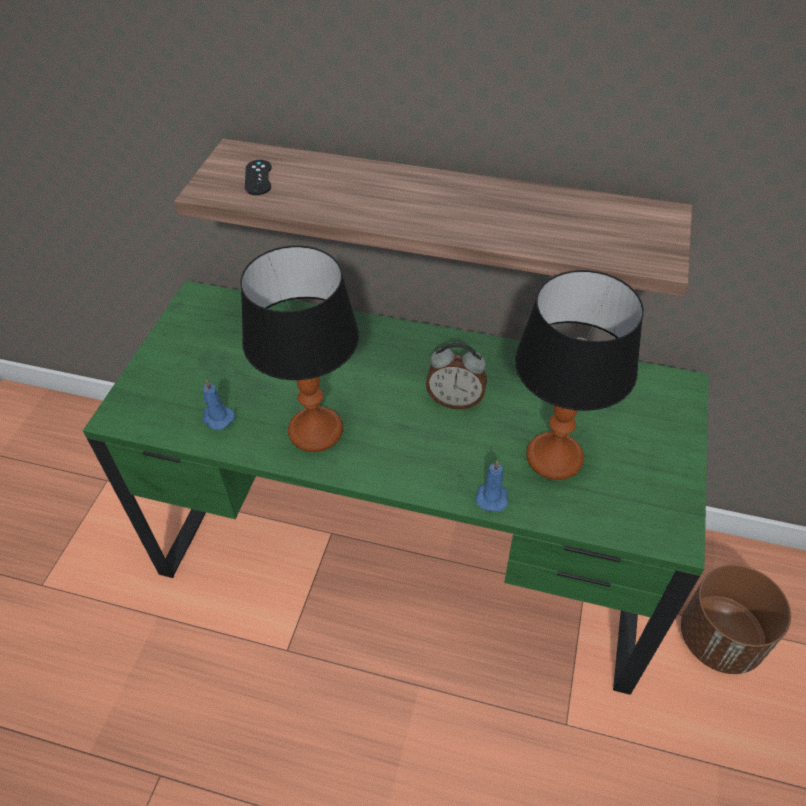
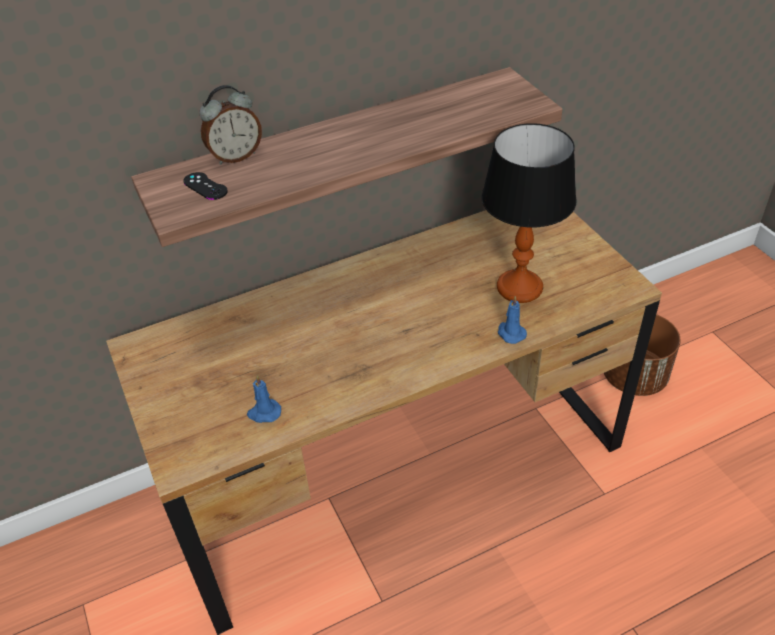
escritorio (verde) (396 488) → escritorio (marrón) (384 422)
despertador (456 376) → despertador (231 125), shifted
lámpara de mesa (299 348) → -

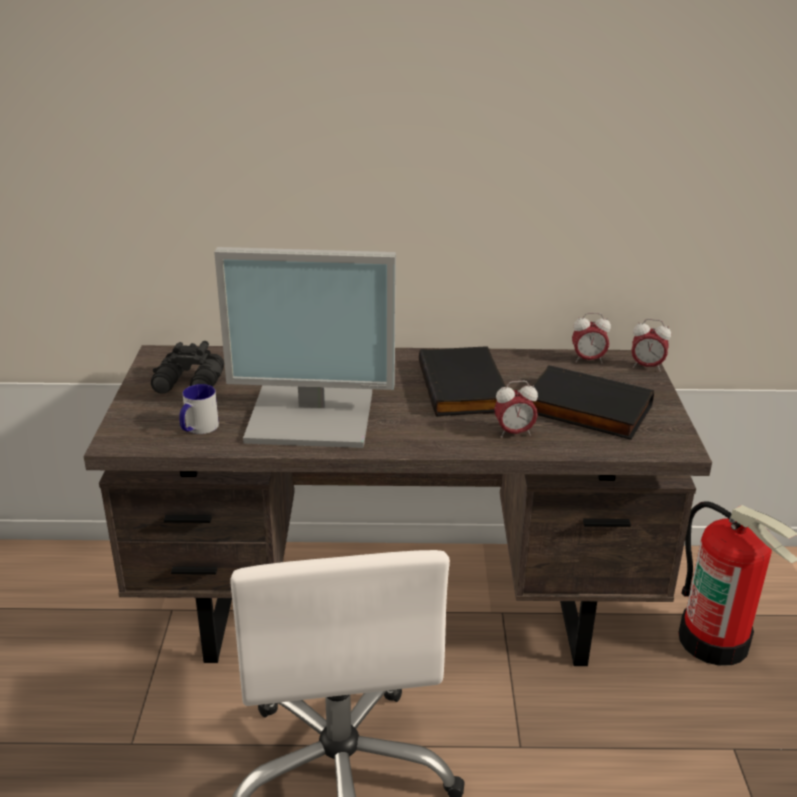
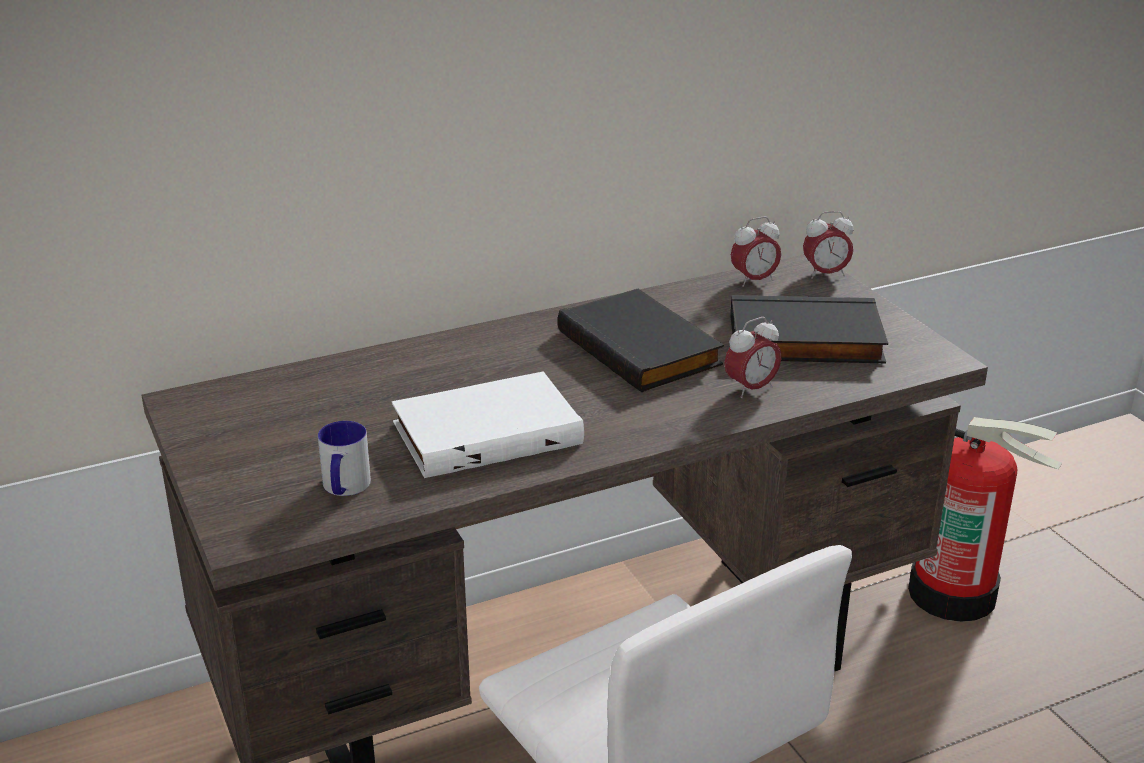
monitor (305 347) → libro (blanco) (488 424)
prismáticos (negro) (187 367) → -

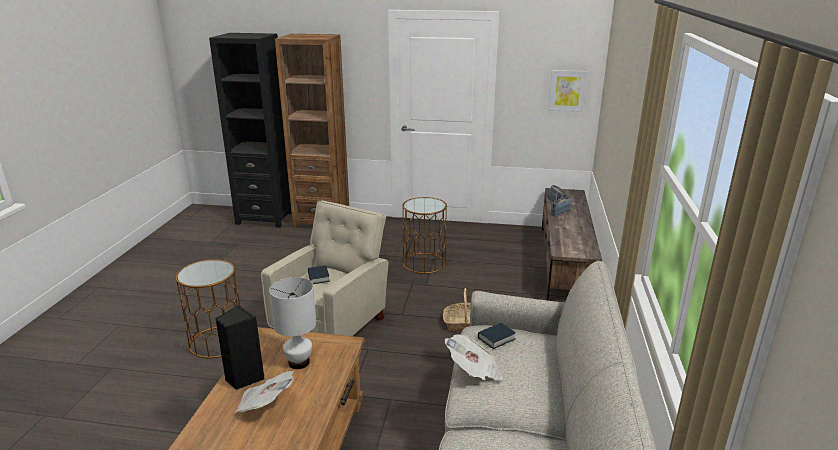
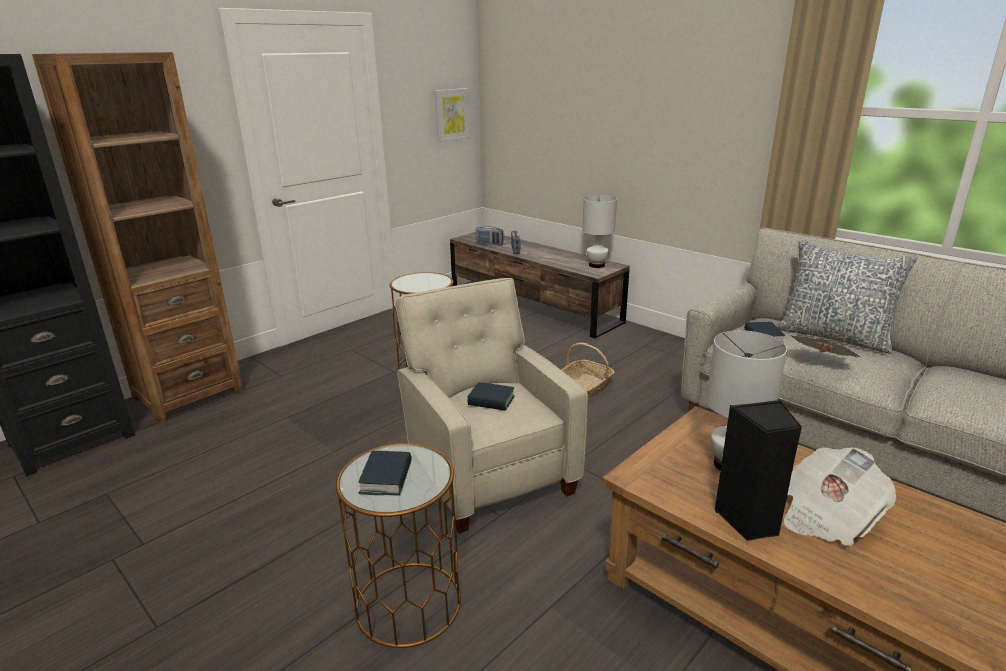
- → libro (385 473)
- → lámpara de mesa (blanco) (599 231)
- → cojín (847 296)

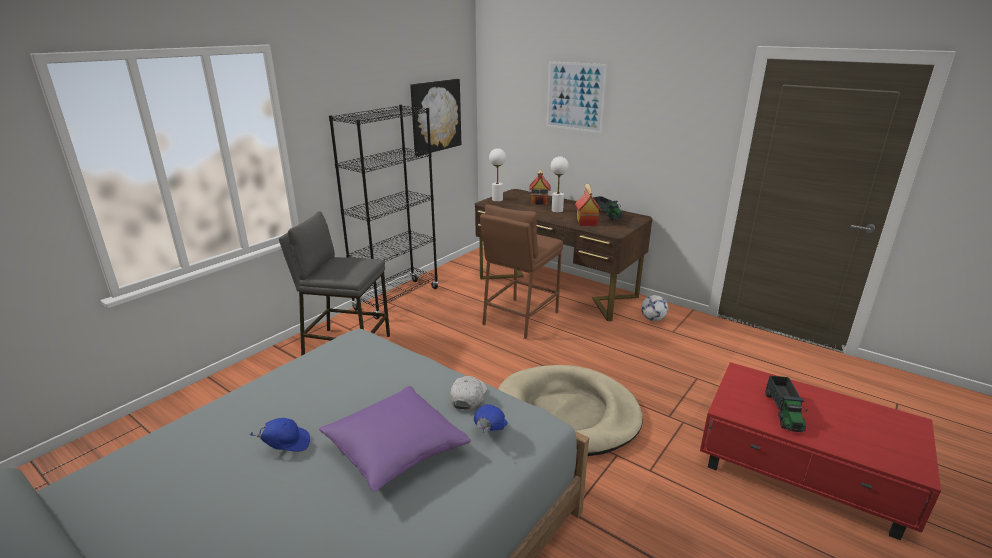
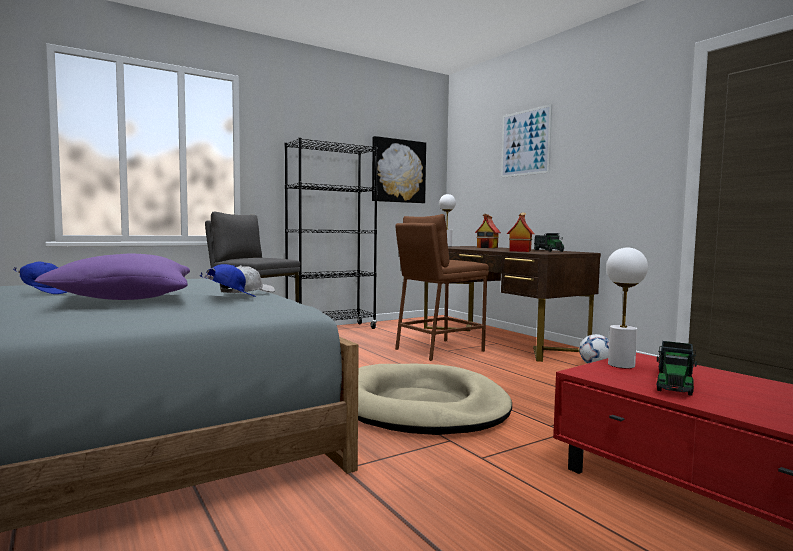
lámpara de mesa (blanco) (560 184) → lámpara de mesa (blanco) (627 308), shifted

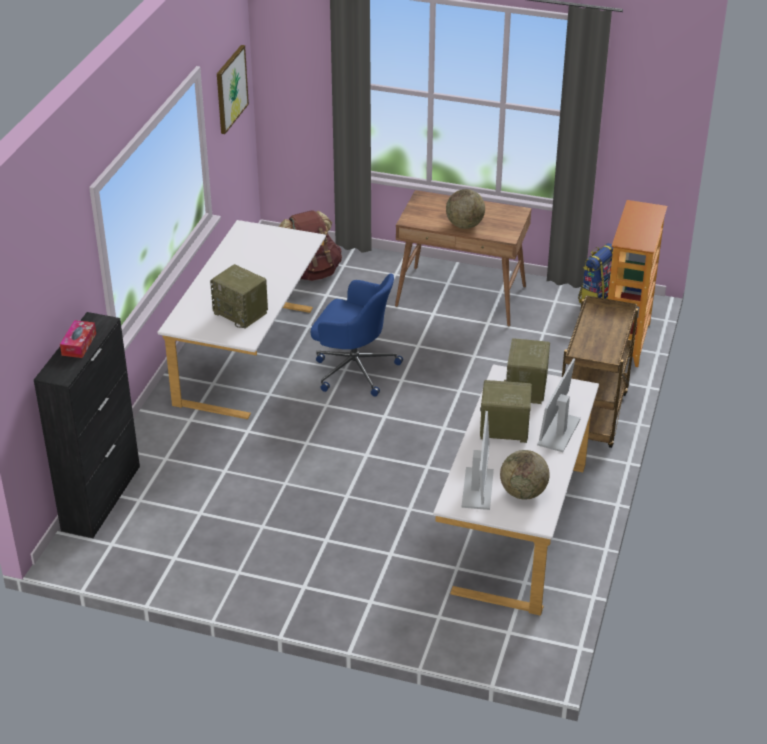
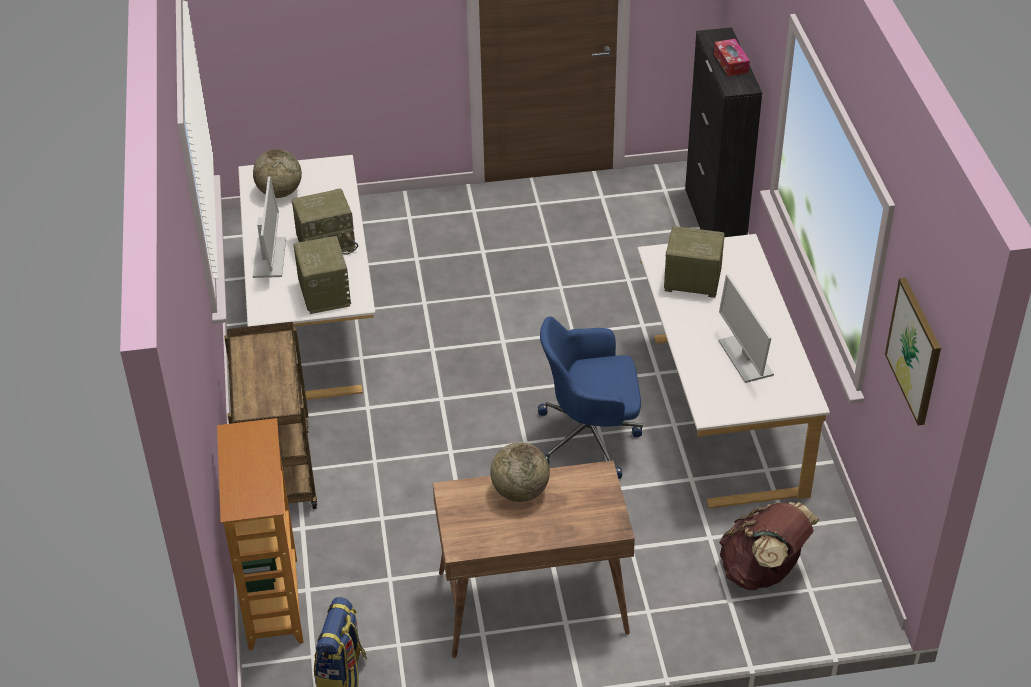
monitor (478 460) → monitor (746 328), shifted

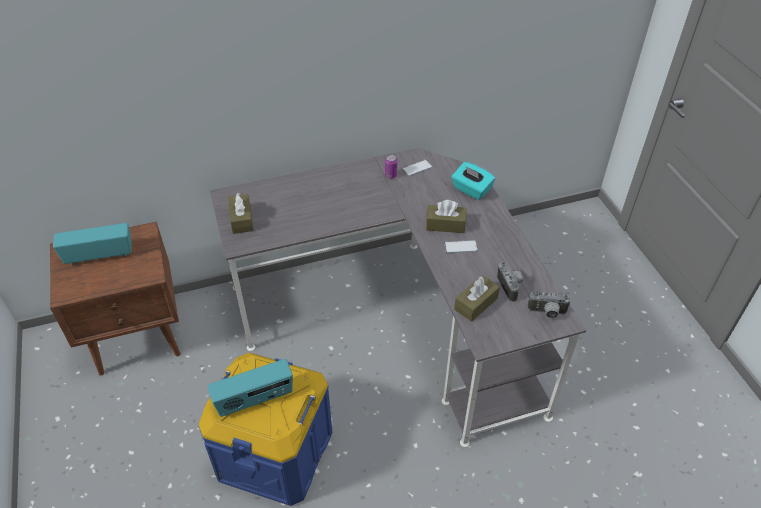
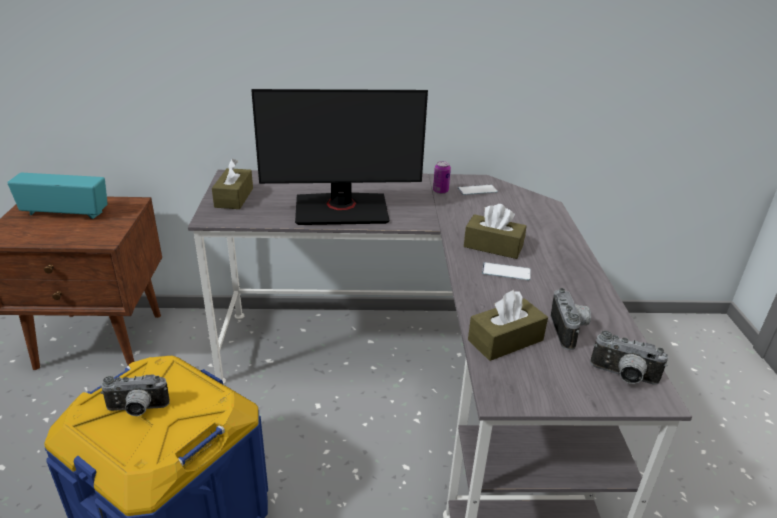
radio (250 388) → cámara (135 395)
- → monitor (339 157)
caja de pañuelos (turquesa) (473 181) → -

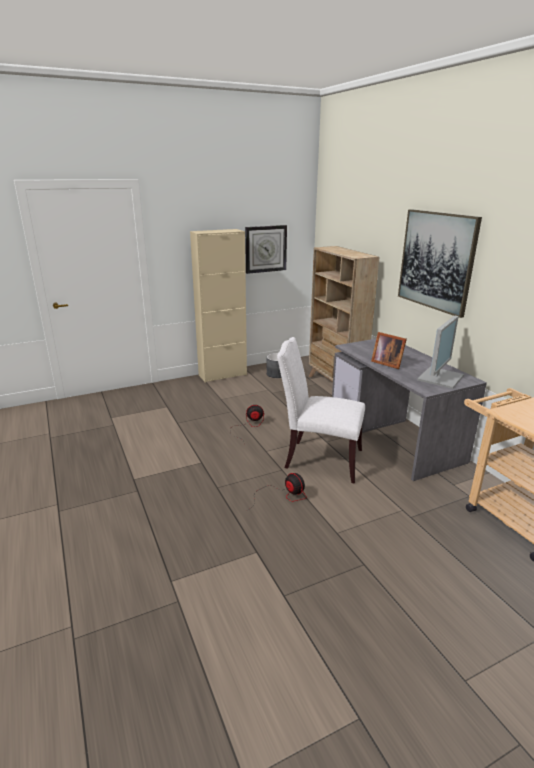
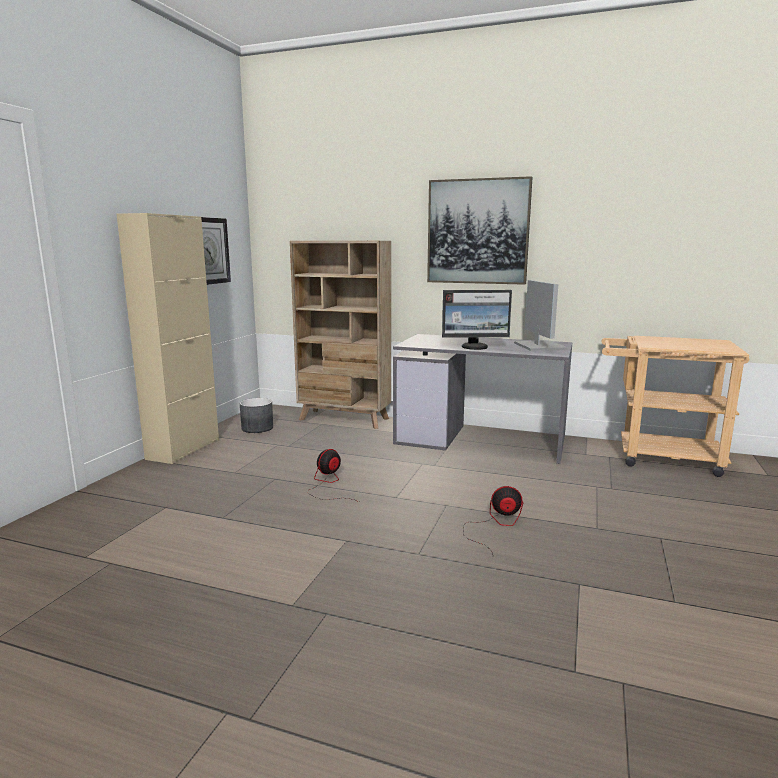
portarretratos (389 350) → monitor (477 320)
silla (blanco) (321 410) → -

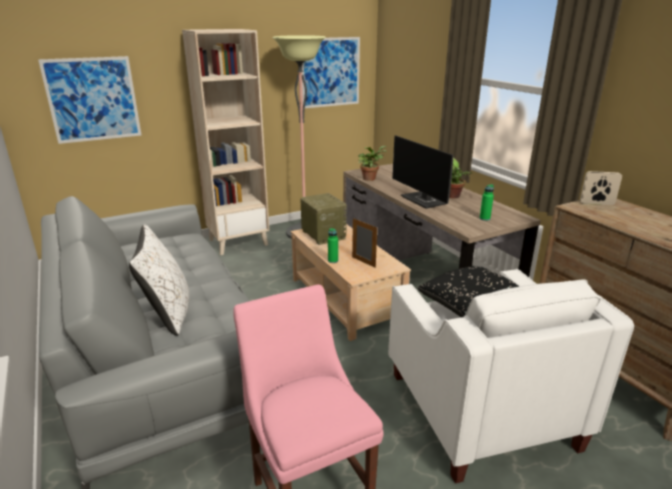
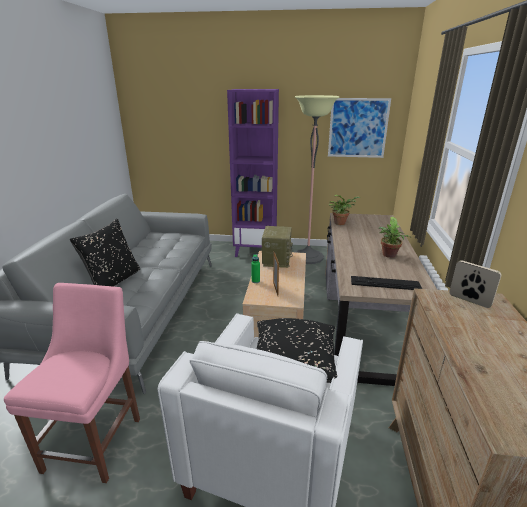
cojín (blanco) (159 280) → cojín (negro) (105 253)
estantería (beis) (226 142) → estantería (morado) (253 173)
botella (verde) (487 203) → teclado (386 283)
cuadro (90 100) → -
monitor (422 172) → -

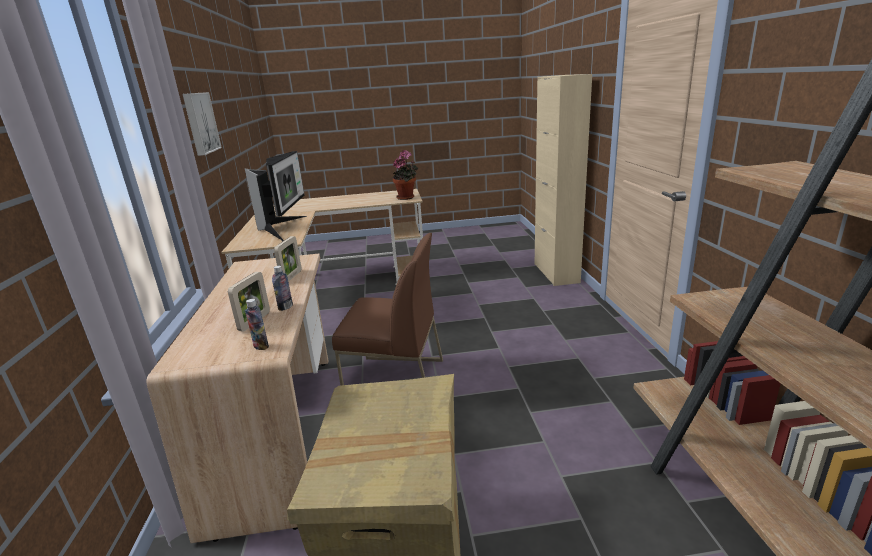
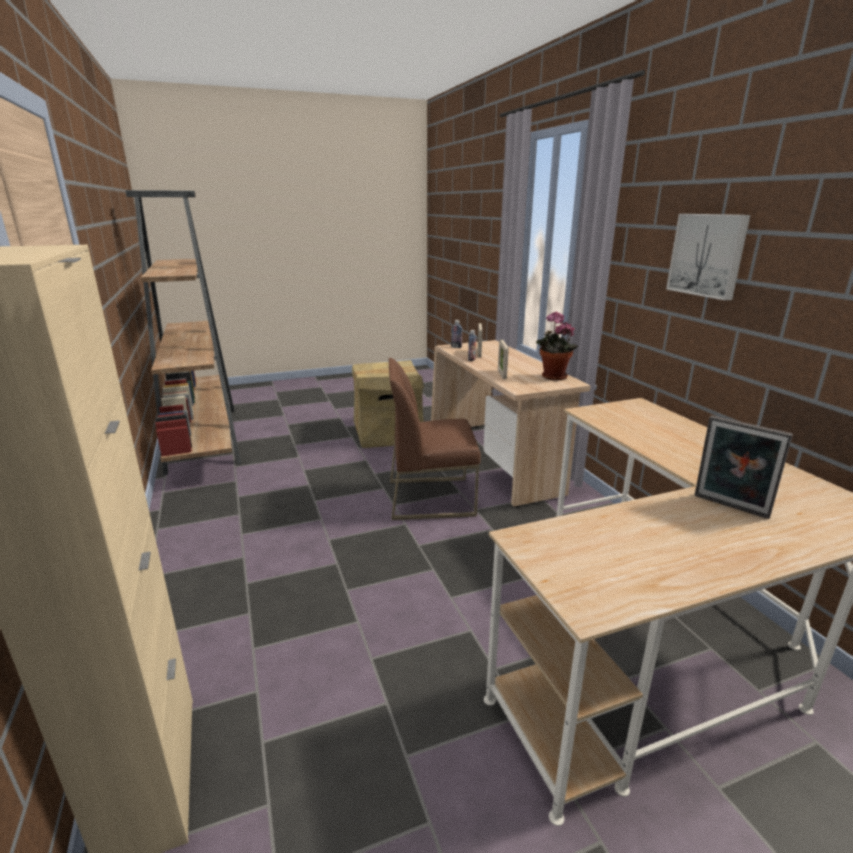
planta en maceta (405 175) → planta en maceta (557 346), shifted
- → portarretratos (744 467)
monitor (276 196) → -

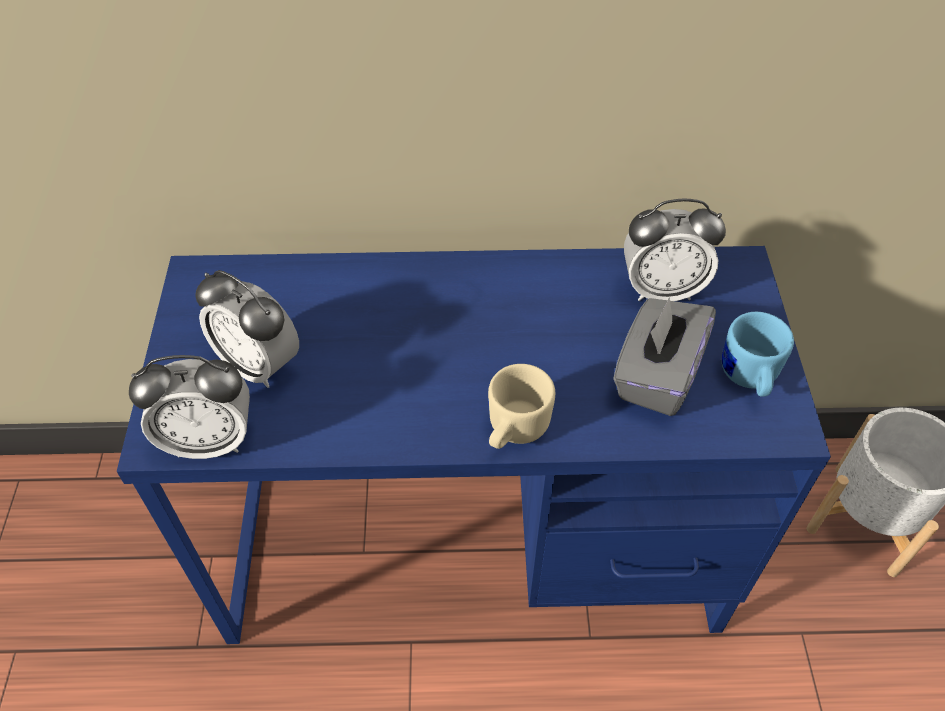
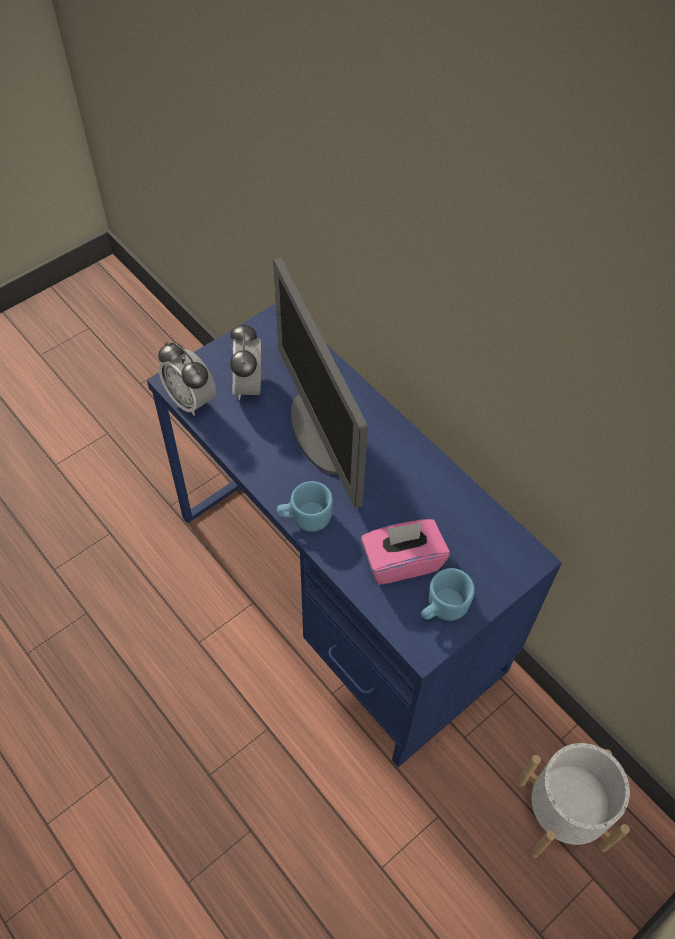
- → monitor (320 383)
taza grande (beis) (521 406) → taza grande (azul) (305 506)
caja de pañuelos (gris) (664 356) → caja de pañuelos (rosa) (405 552)
despertador (675 249) → -

